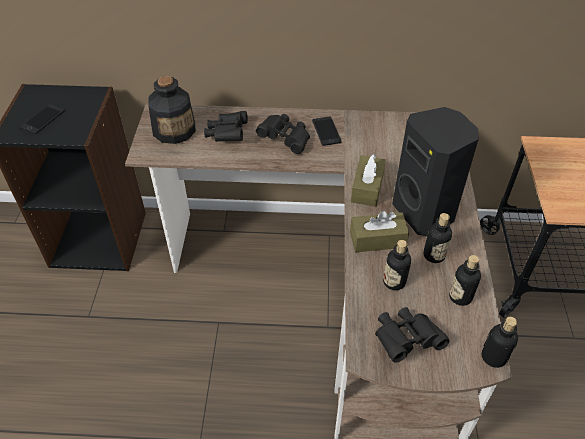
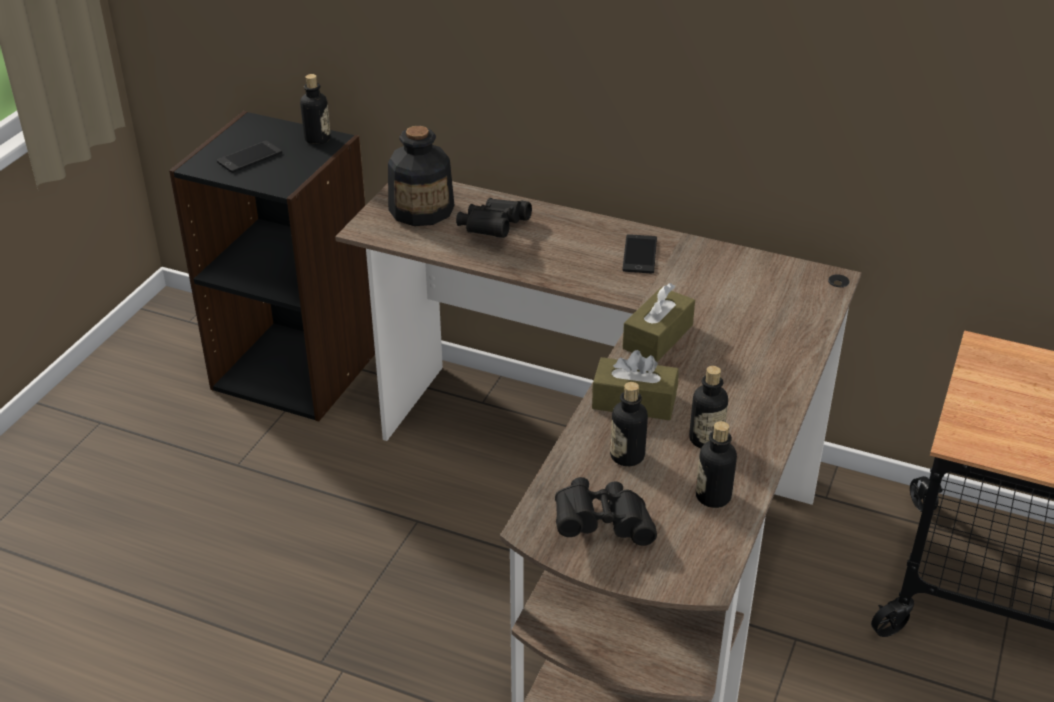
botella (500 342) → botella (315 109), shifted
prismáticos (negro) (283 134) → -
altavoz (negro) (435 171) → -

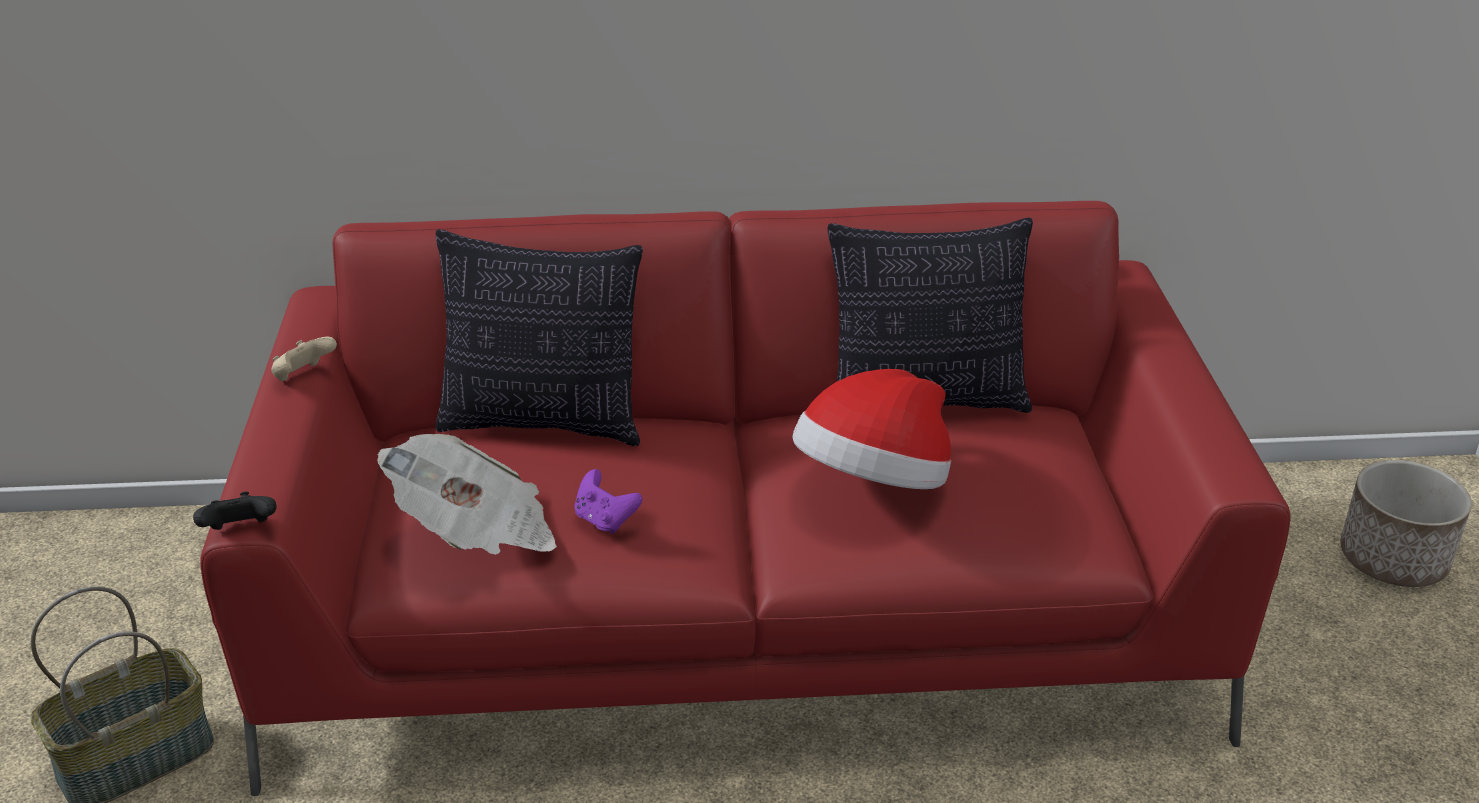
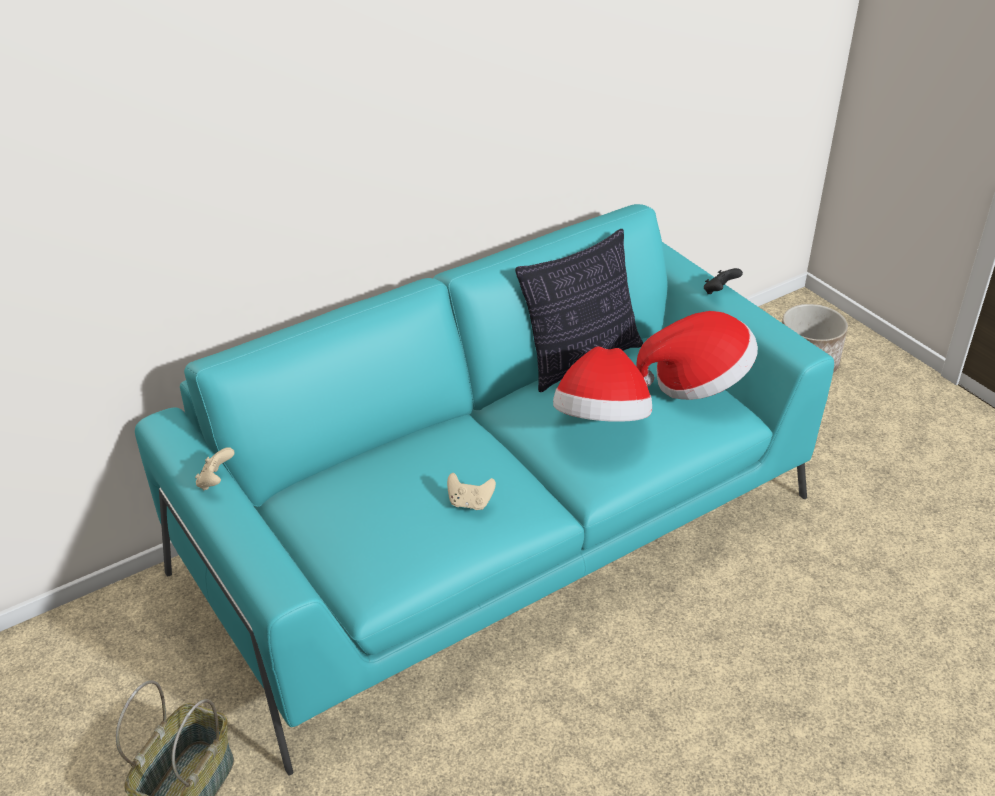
sofá (rojo) (745 498) → sofá (turquesa) (484 489)
mando de consola (morado) (608 501) → mando de consola (beis) (471 491)
- → sombrero (697 355)
mando de consola (negro) (235 511) → mando de consola (negro) (723 281), shifted
periódico (467 494) → -
cojín (539 337) → -

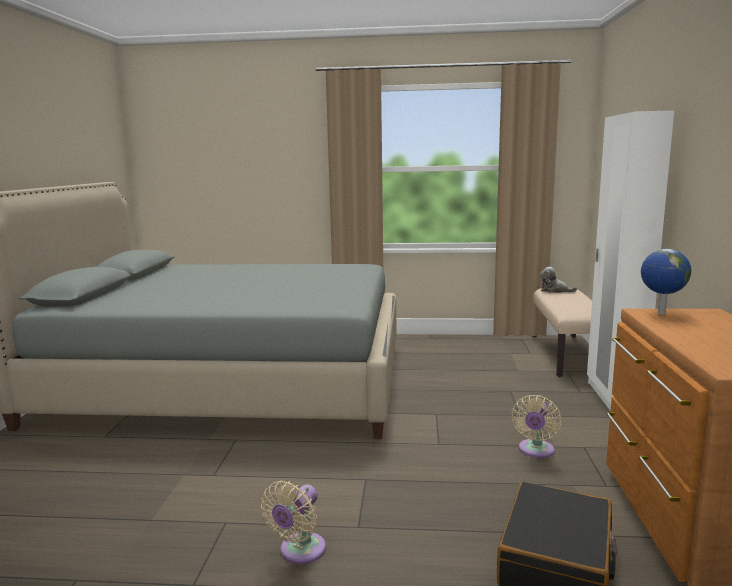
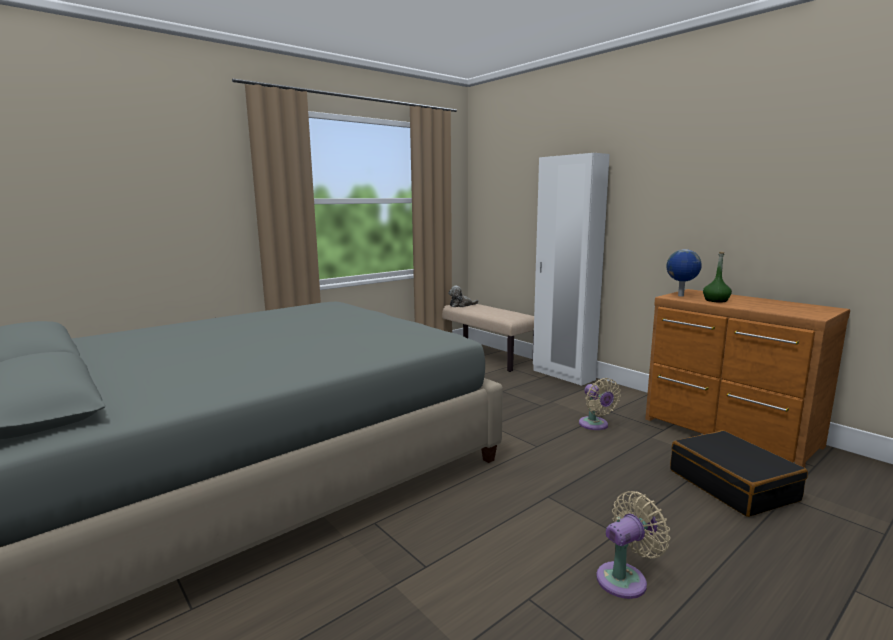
ventilador (beis) (293 522) → ventilador (beis) (633 545), 105 degrees counterclockwise
- → botella (verde) (717 277)

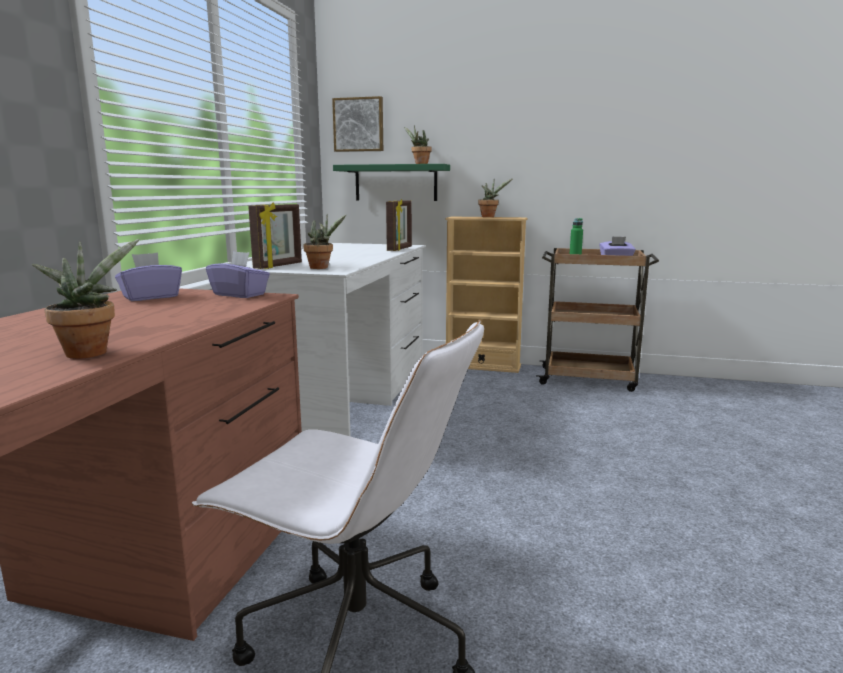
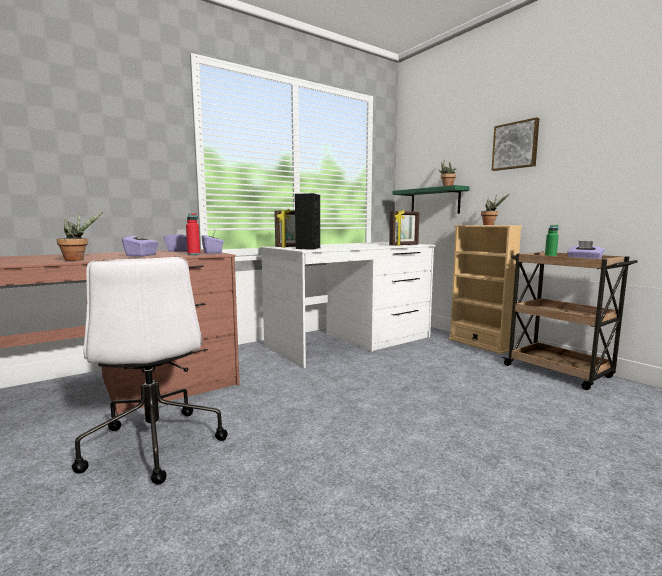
- → caja de pañuelos (morado) (140 243)
- → botella (rojo) (193 234)
planta en maceta (325 241) → altavoz (negro) (307 221)
cuadro (357 124) → cuadro (515 144), shifted

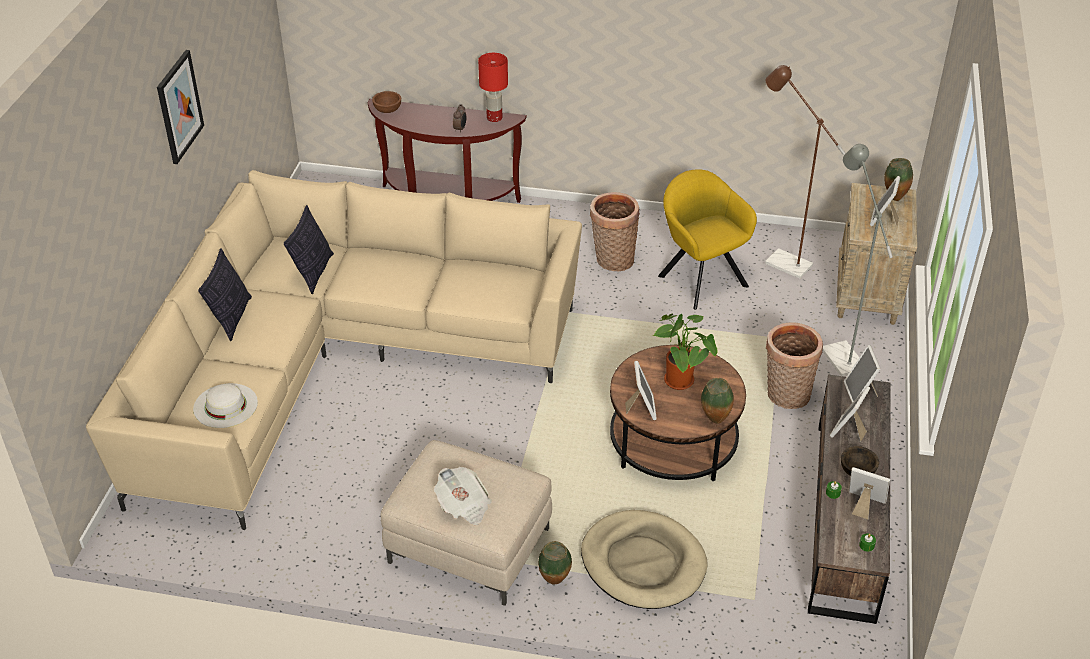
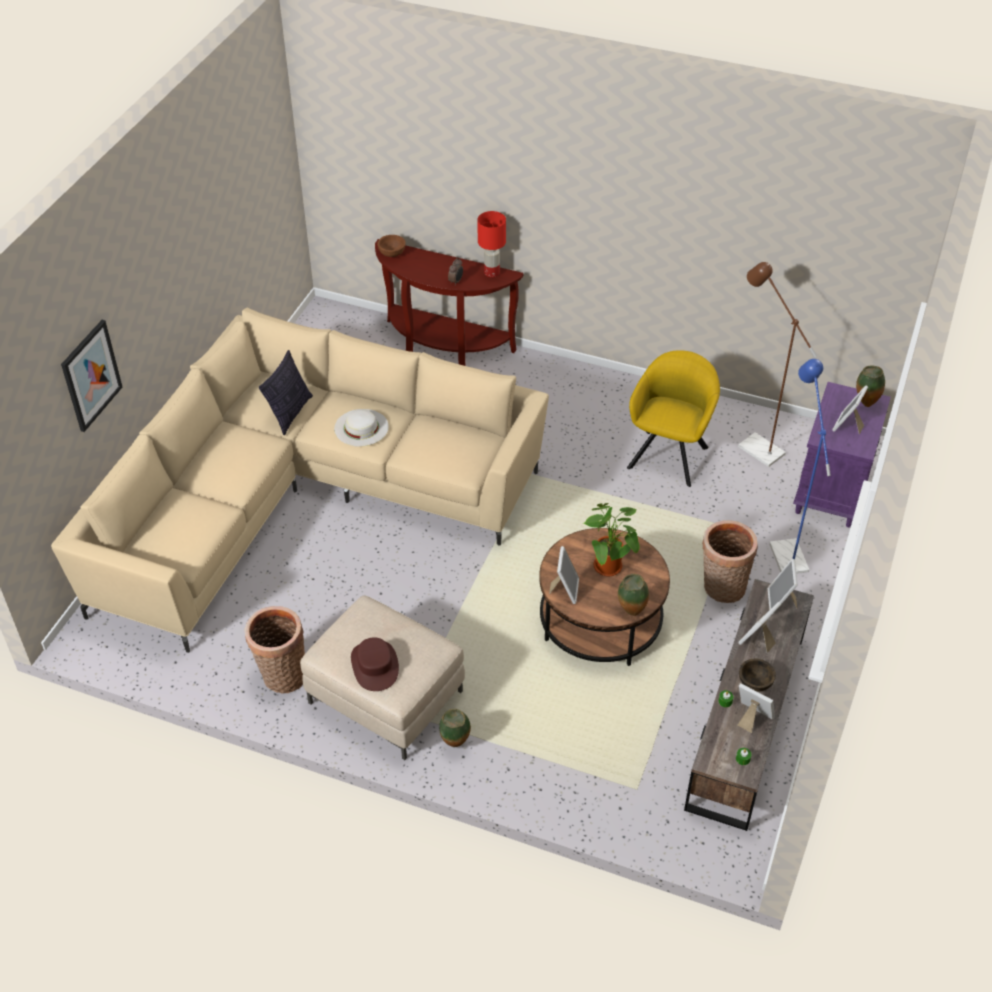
cuadro (180 107) → cuadro (91 376), shifted
cesta (615 231) → cesta (274 649), shifted
sombrero (blanco) (225 405) → sombrero (blanco) (361 428), shifted
periódico (463 496) → sombrero (marrón) (375 664)
sillón (amarillo) (707 239) → sillón (amarillo) (673 418), 45 degrees clockwise
lámpara de pie (gris) (857 260) → lámpara de pie (azul) (800 466)
mesita de noche (beis) (876 254) → mesita de noche (morado) (842 455)
cojín (225 294) → -
cama para perro (beis) (644 559) → -

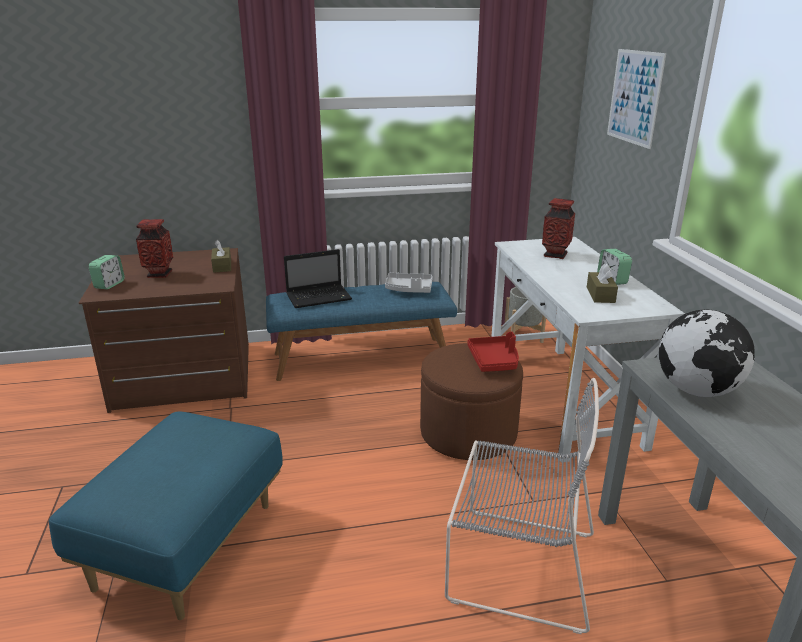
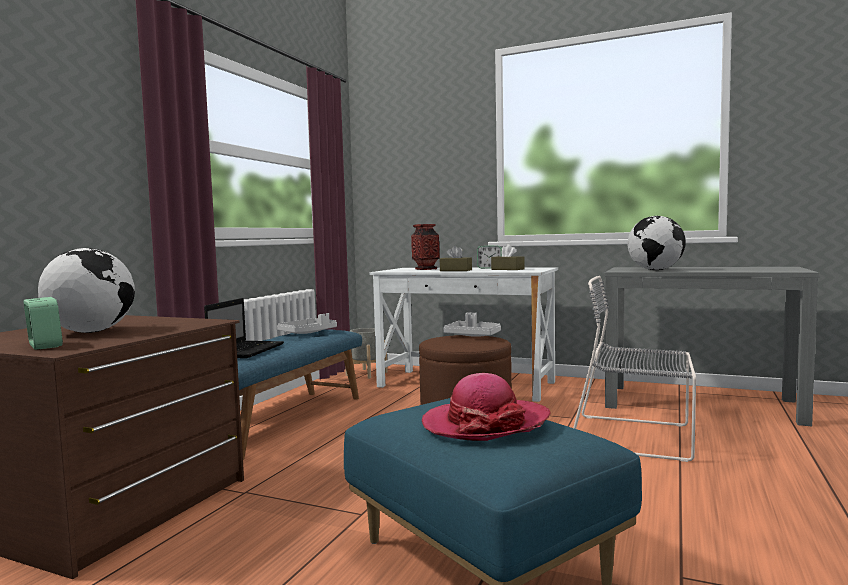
florero (154 248) → globo terráqueo (86 290)
- → sombrero (486 407)
caja de pañuelos (marrón) (221 256) → caja de pañuelos (marrón) (456 258), shifted
bandeja (rojo) (493 352) → bandeja (gris) (472 324)
silla (gris) (522 506) → silla (gris) (634 369), 120 degrees counterclockwise
cuadro (636 99) → -

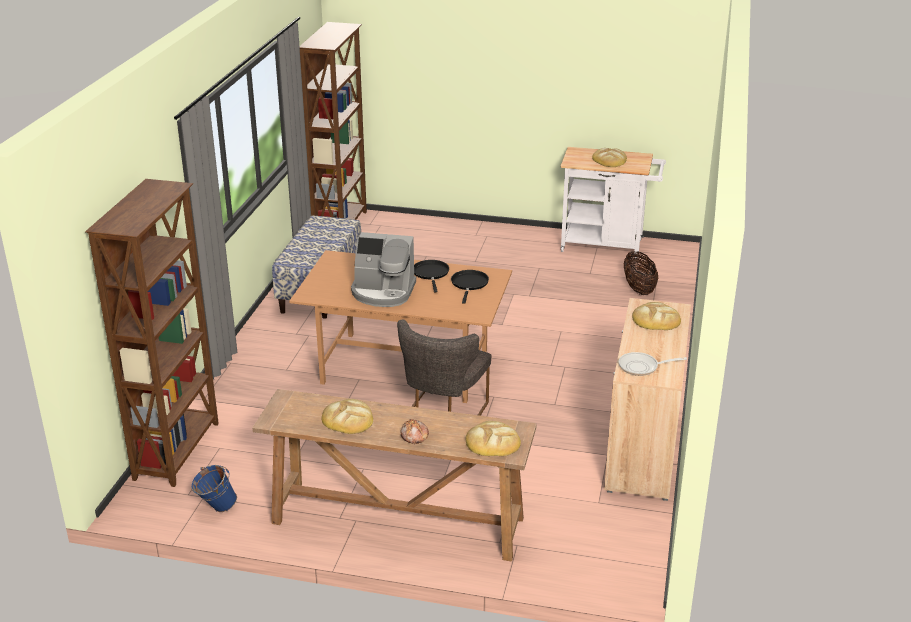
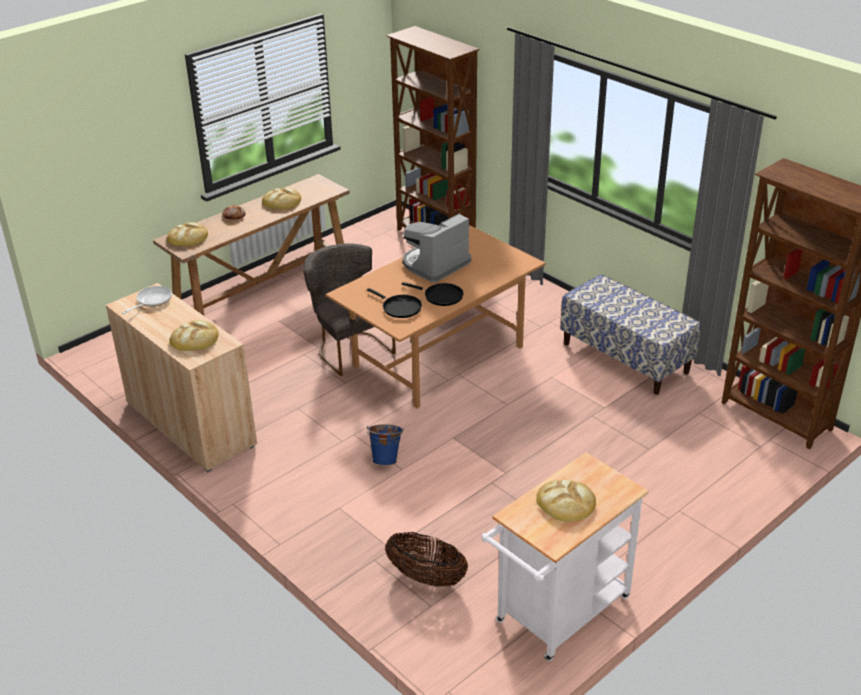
cubo (azul) (214 488) → cubo (azul) (385 445), shifted

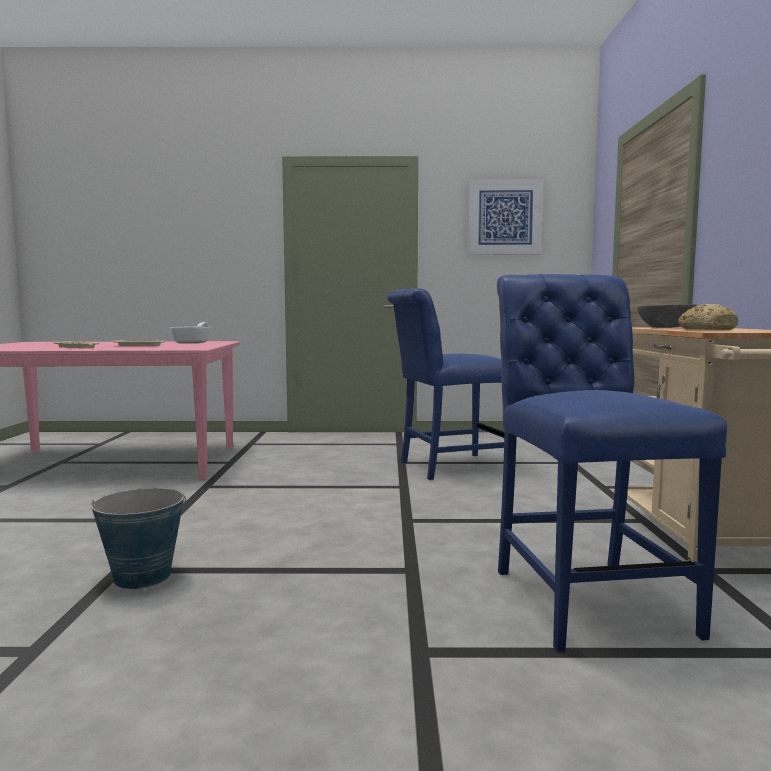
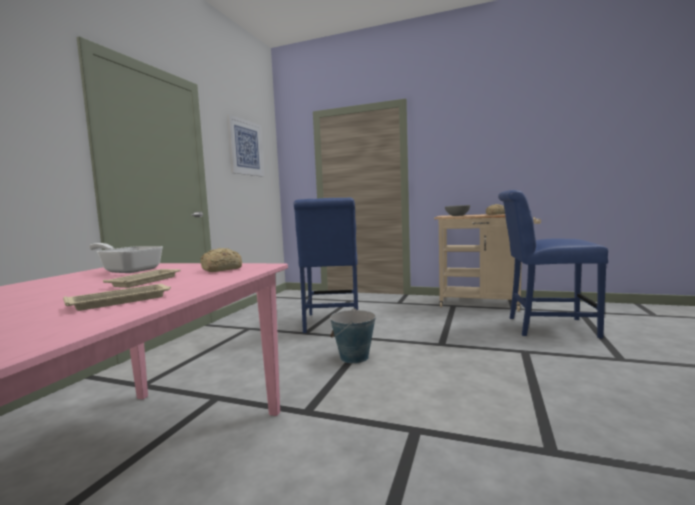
- → pan (221 260)
cubo (138 538) → cubo (353 336), shifted

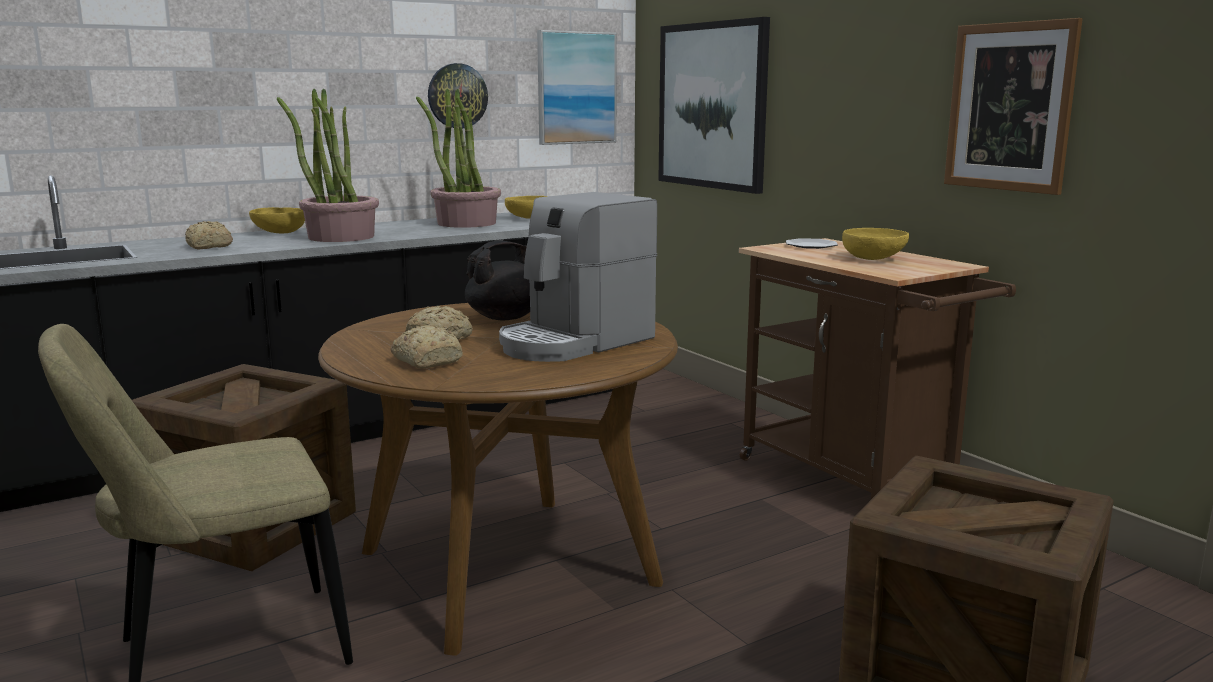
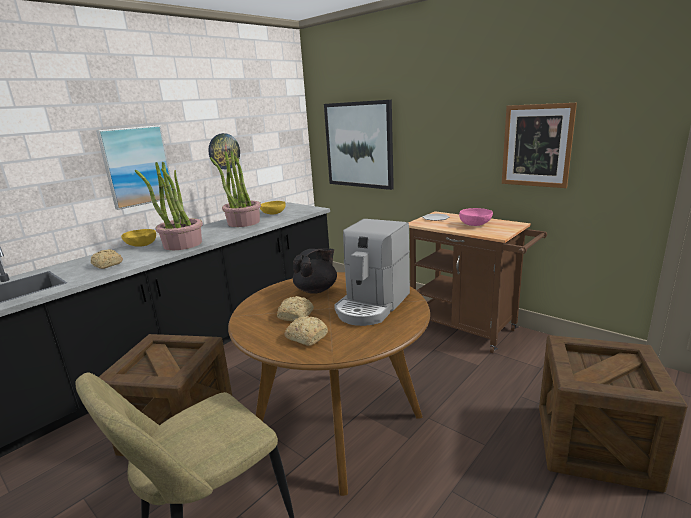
cuadro (577 87) → cuadro (134 167), shifted
cuenco (amarillo) (875 244) → cuenco (rosa) (476 217)

